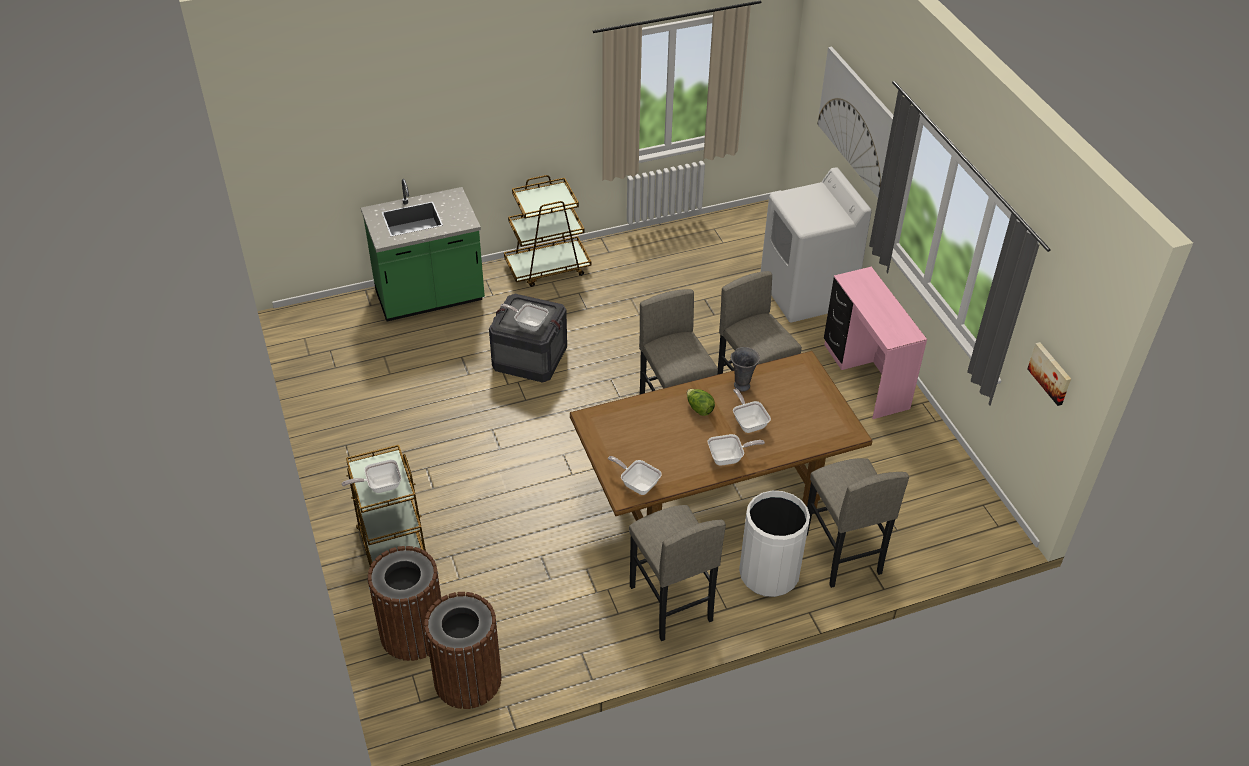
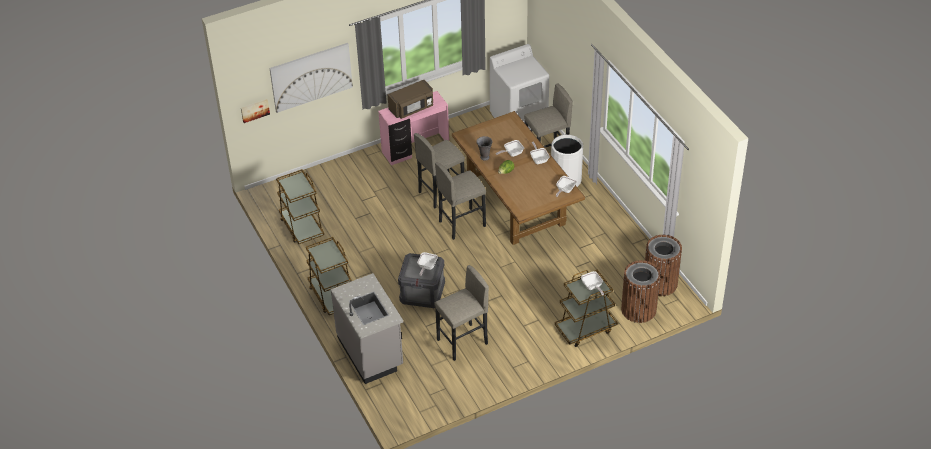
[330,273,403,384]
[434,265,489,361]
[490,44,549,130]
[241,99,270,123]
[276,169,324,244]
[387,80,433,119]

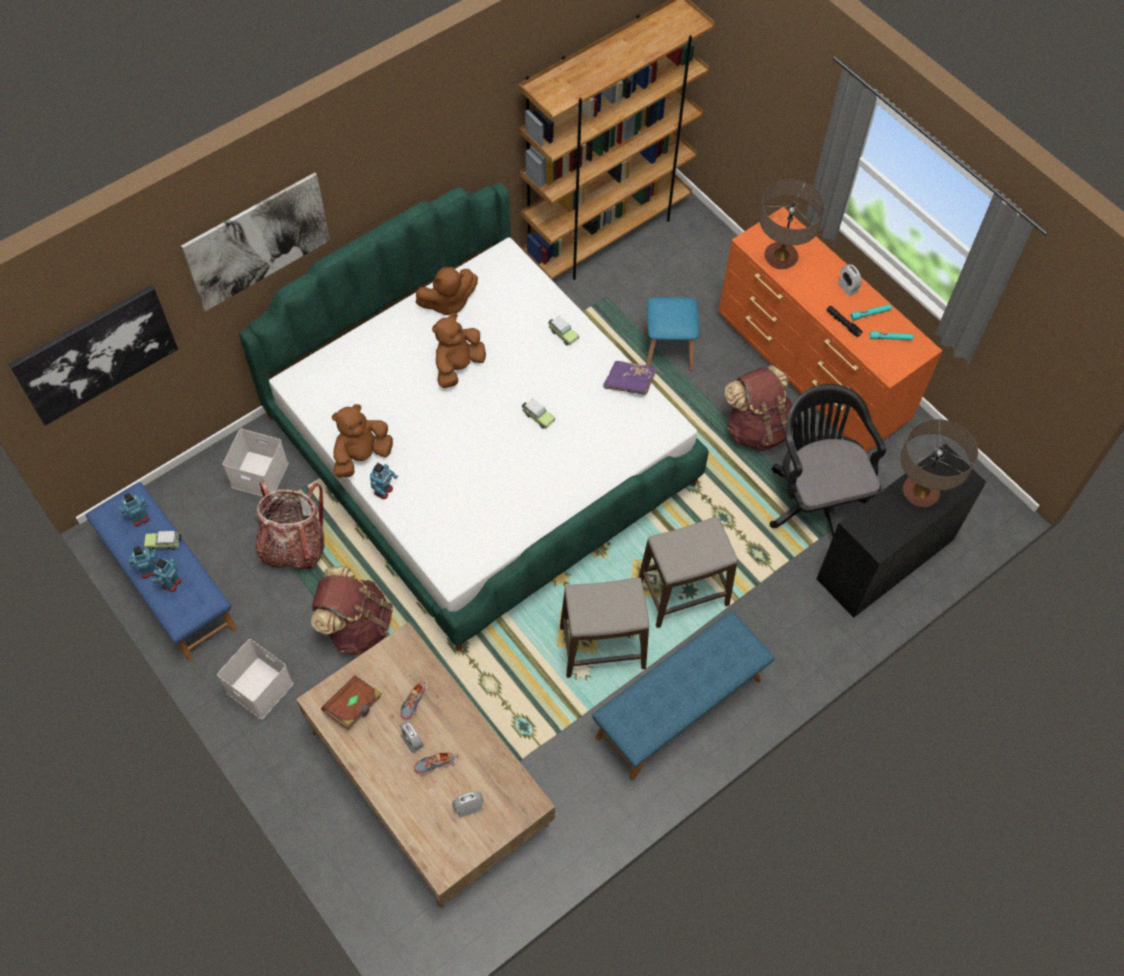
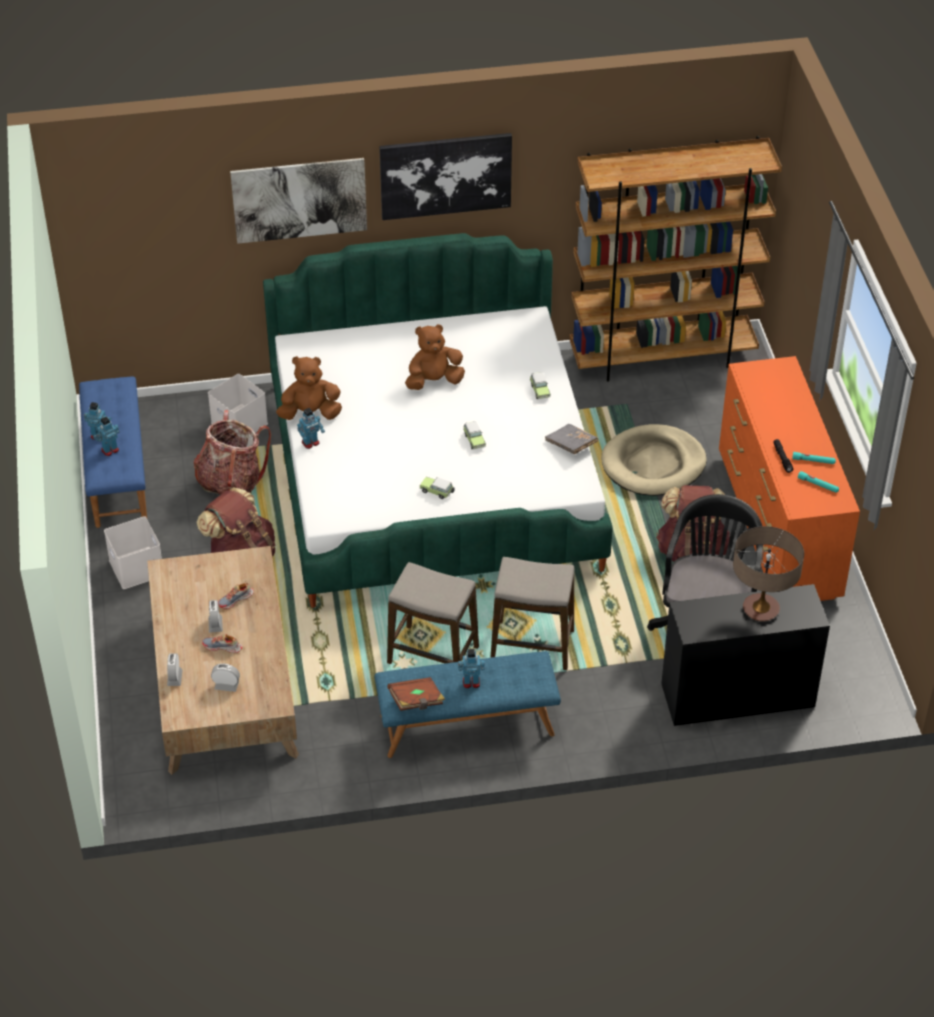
[379,133,512,220]
[458,649,485,688]
[420,477,455,499]
[387,677,445,711]
[416,267,478,316] (first image)
[545,424,598,454]
[601,424,707,496]
[759,179,825,269] (first image)
[167,653,183,686]

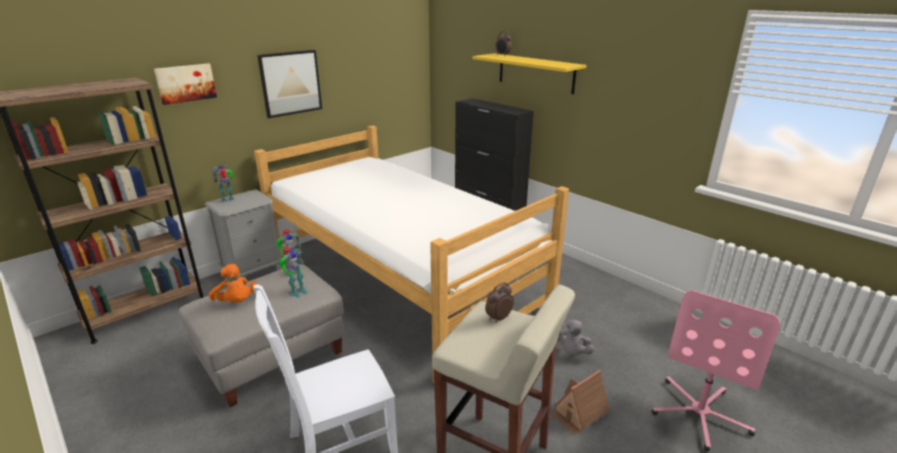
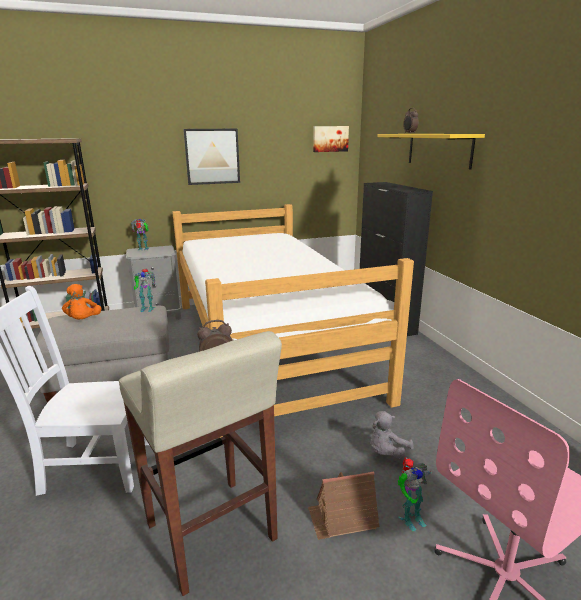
[313,126,349,152]
[398,457,432,531]

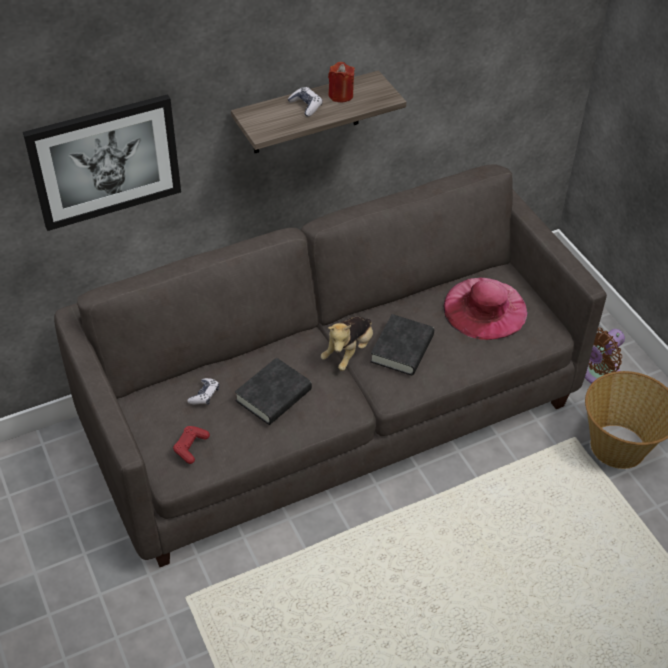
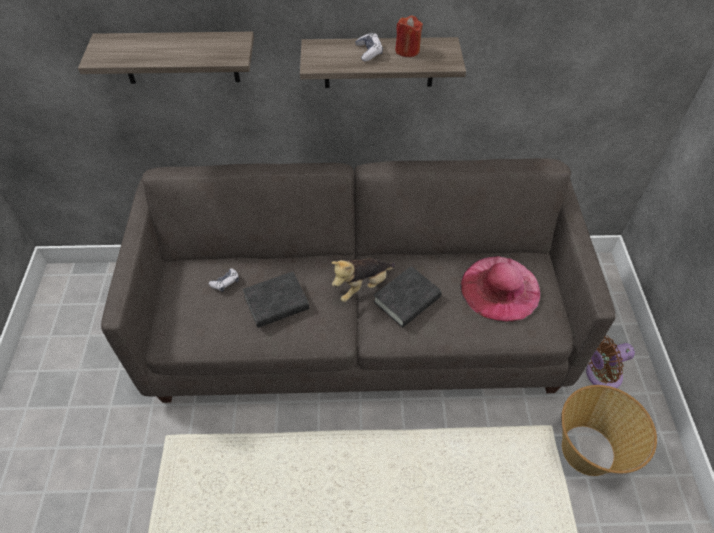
[78,32,254,84]
[173,426,210,464] (first image)

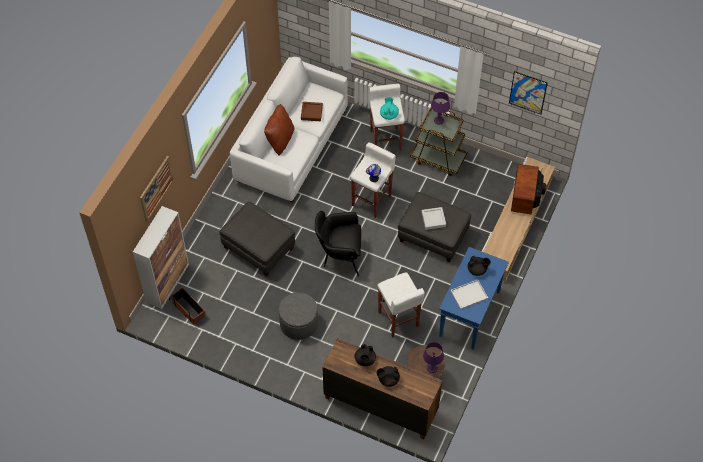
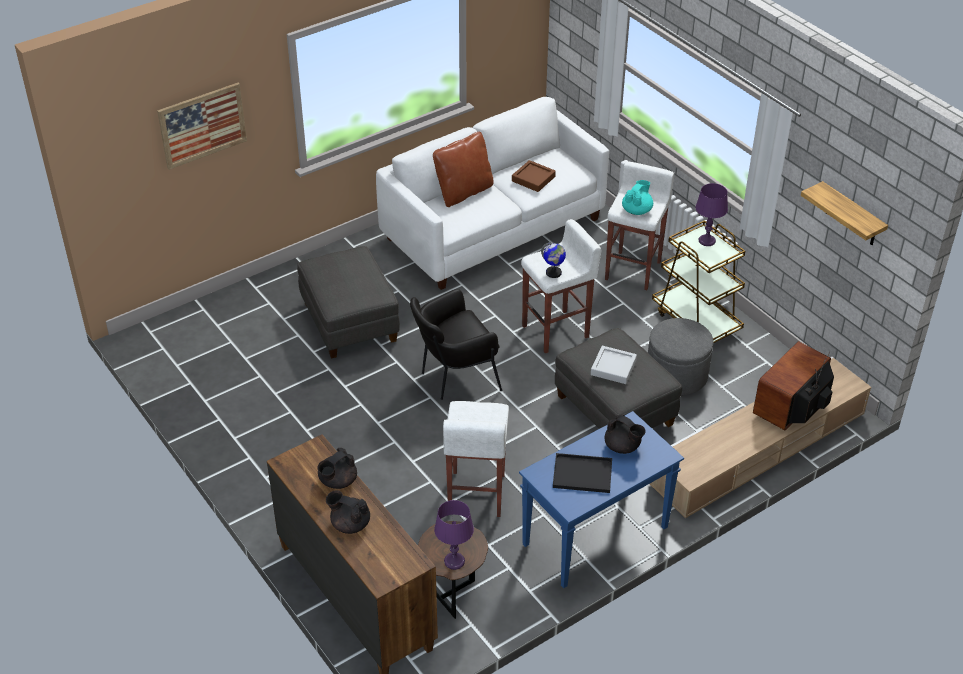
[133,206,189,309] (first image)
[169,287,205,325] (first image)
[648,318,714,395]
[410,289,502,400]
[553,453,612,493]
[801,181,888,245]

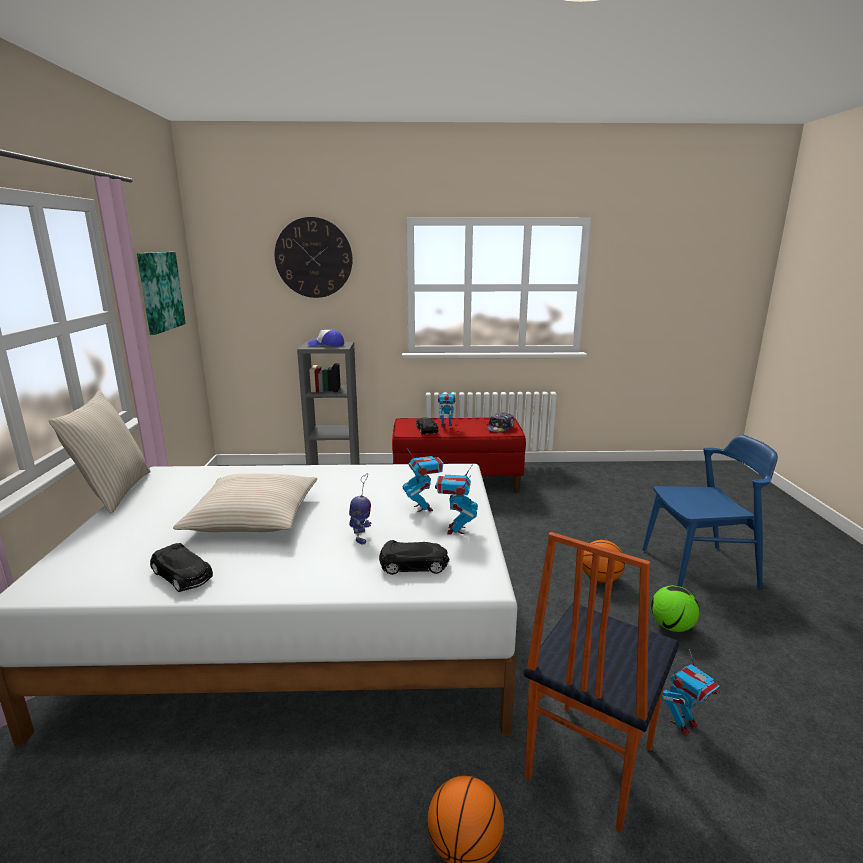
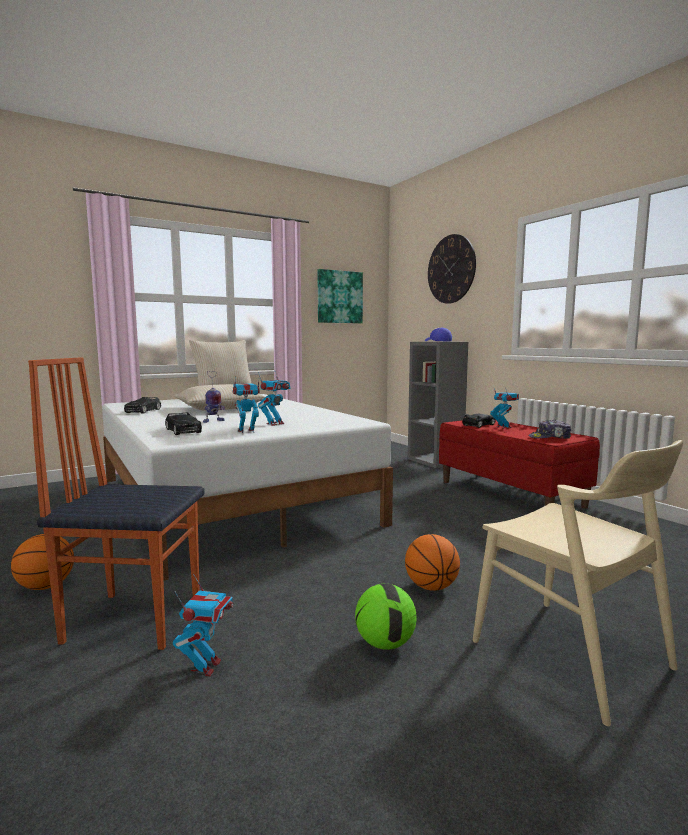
[473,440,683,726]
[173,574,234,676]

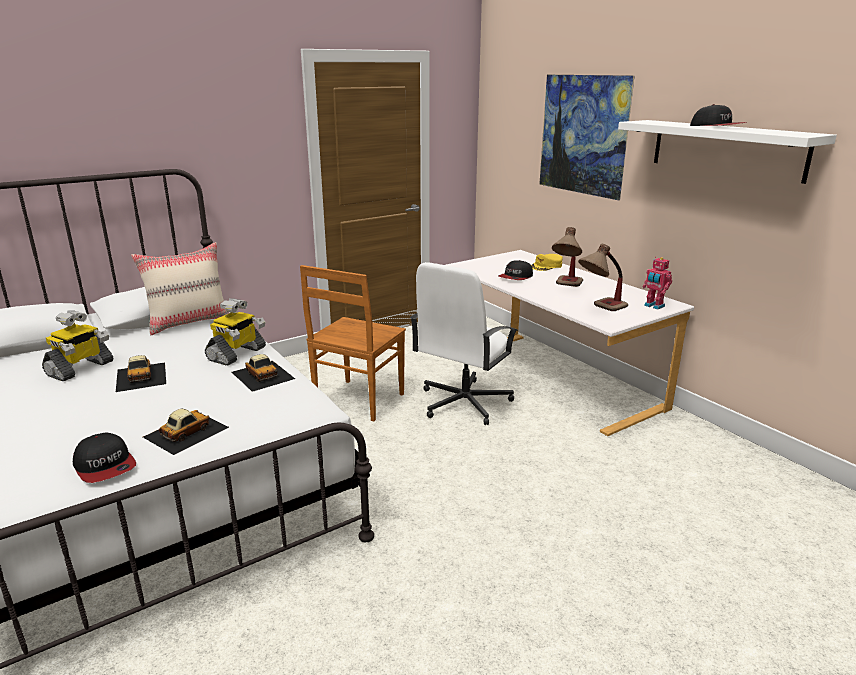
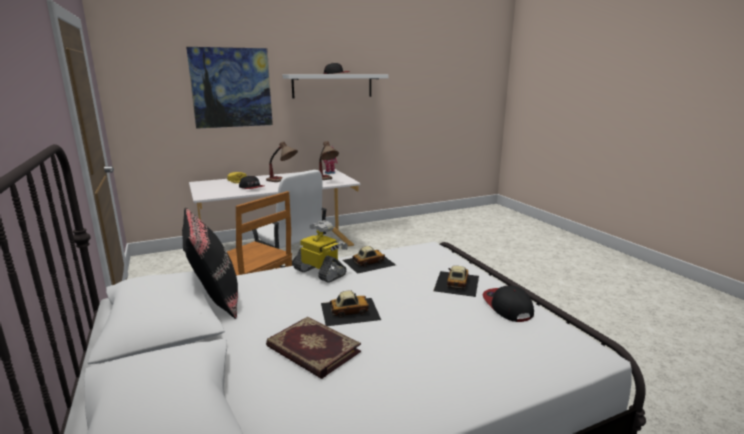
[266,317,361,379]
[483,285,534,322]
[182,208,238,319]
[433,266,479,297]

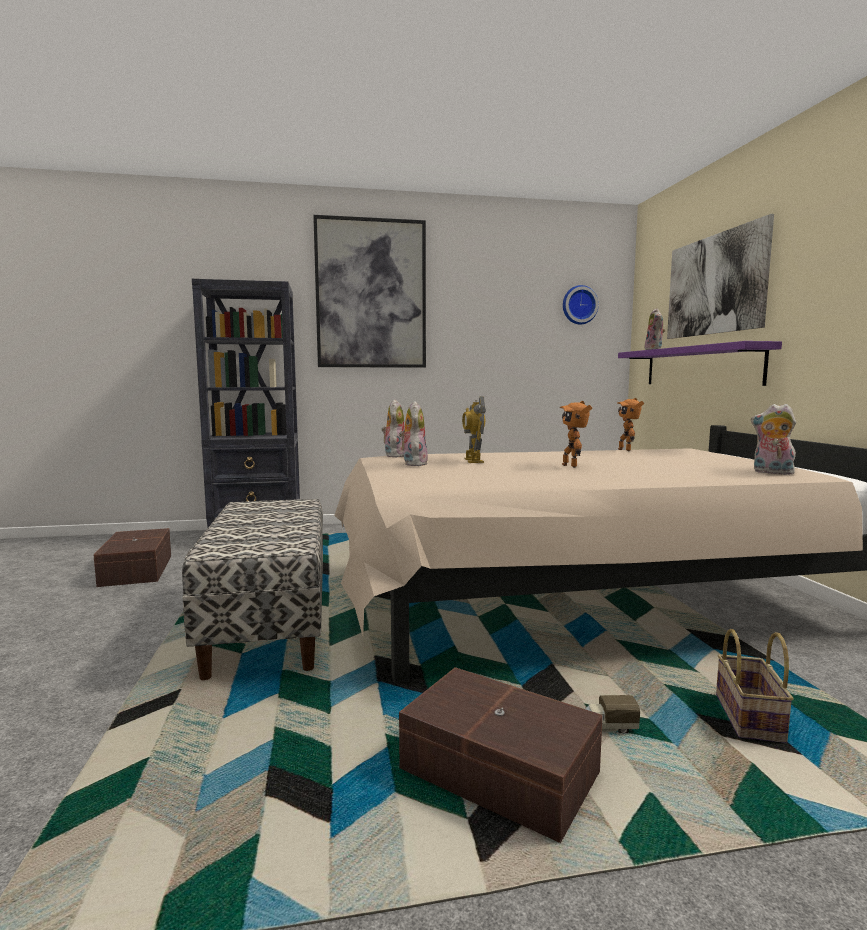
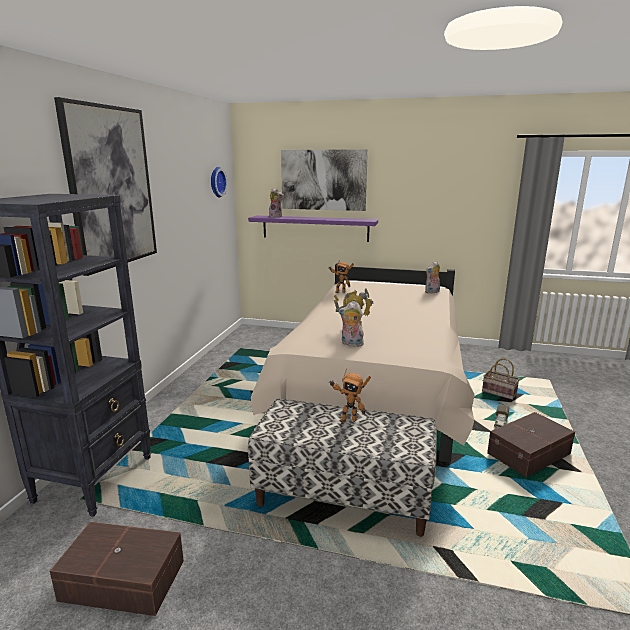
[382,399,405,457] (first image)
[329,369,371,422]

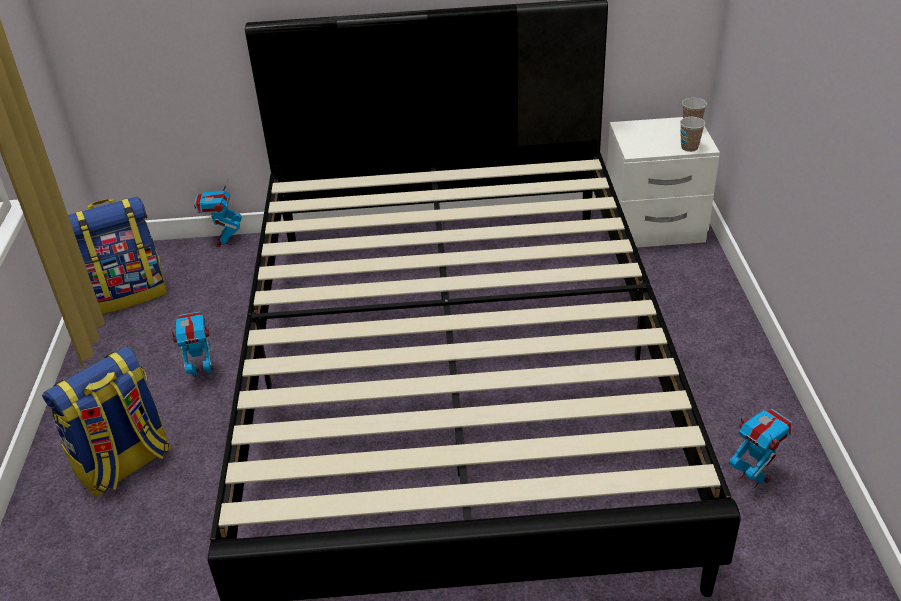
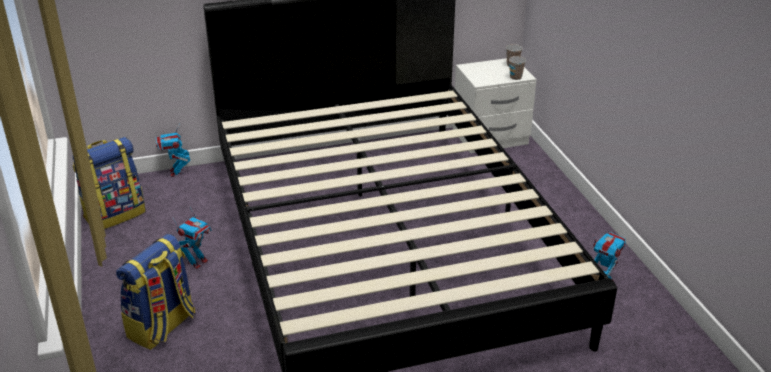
[173,207,211,269]

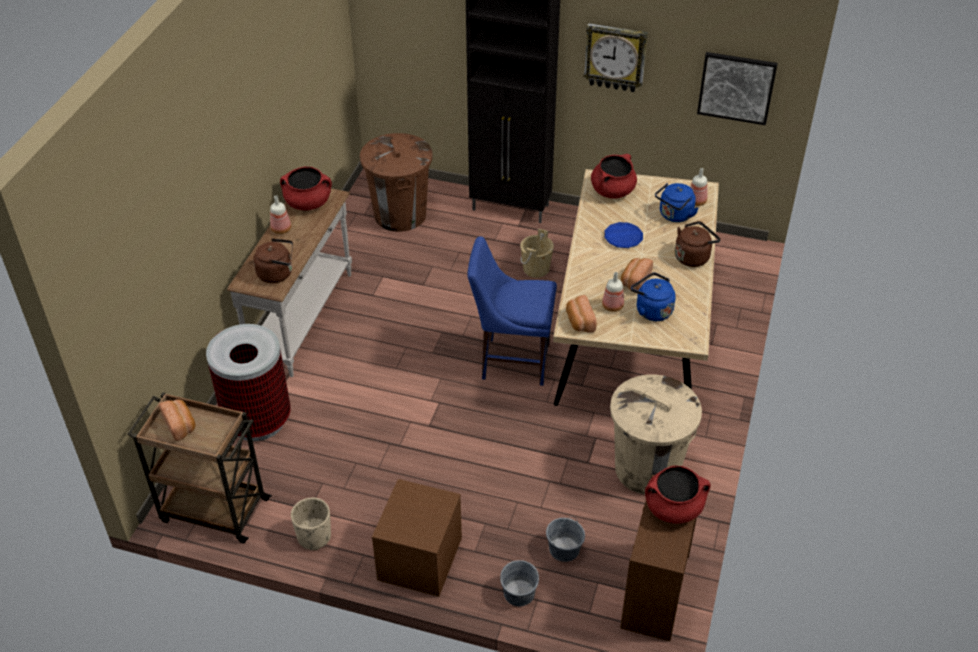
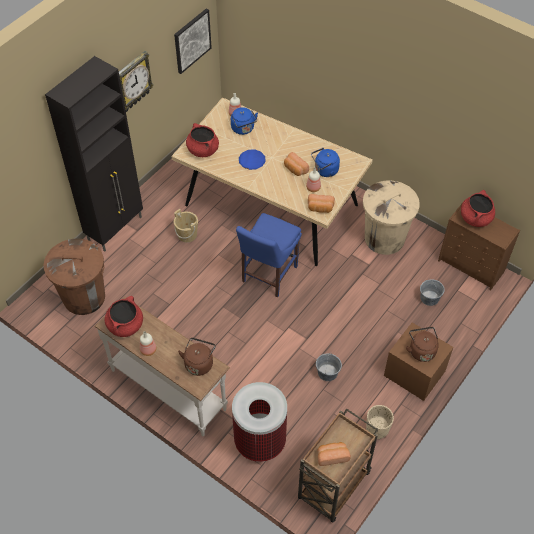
[316,352,342,381]
[406,327,439,362]

